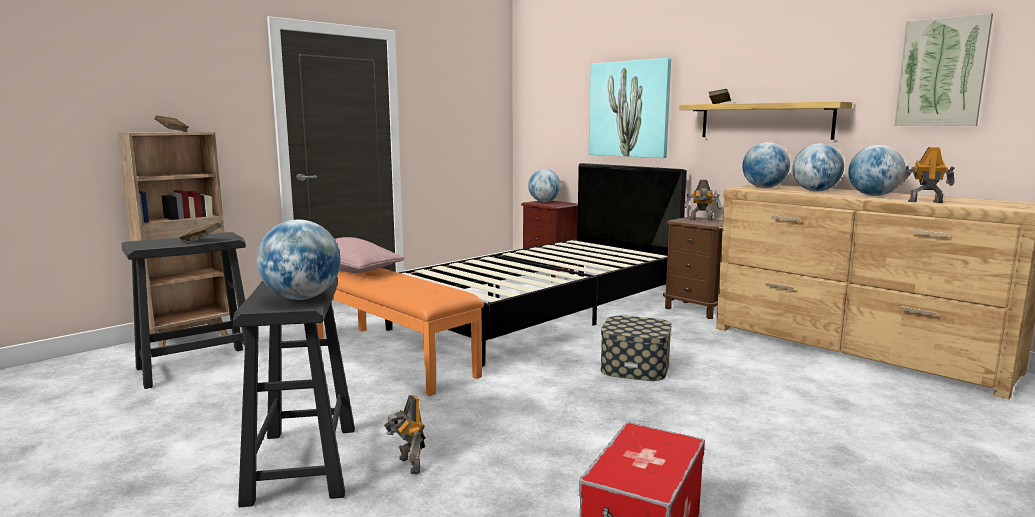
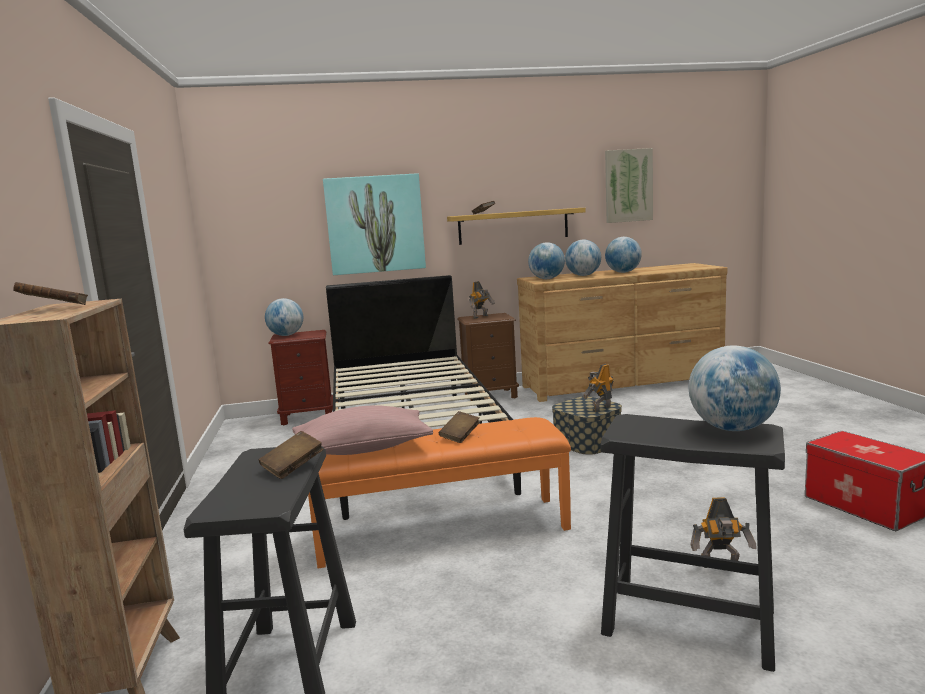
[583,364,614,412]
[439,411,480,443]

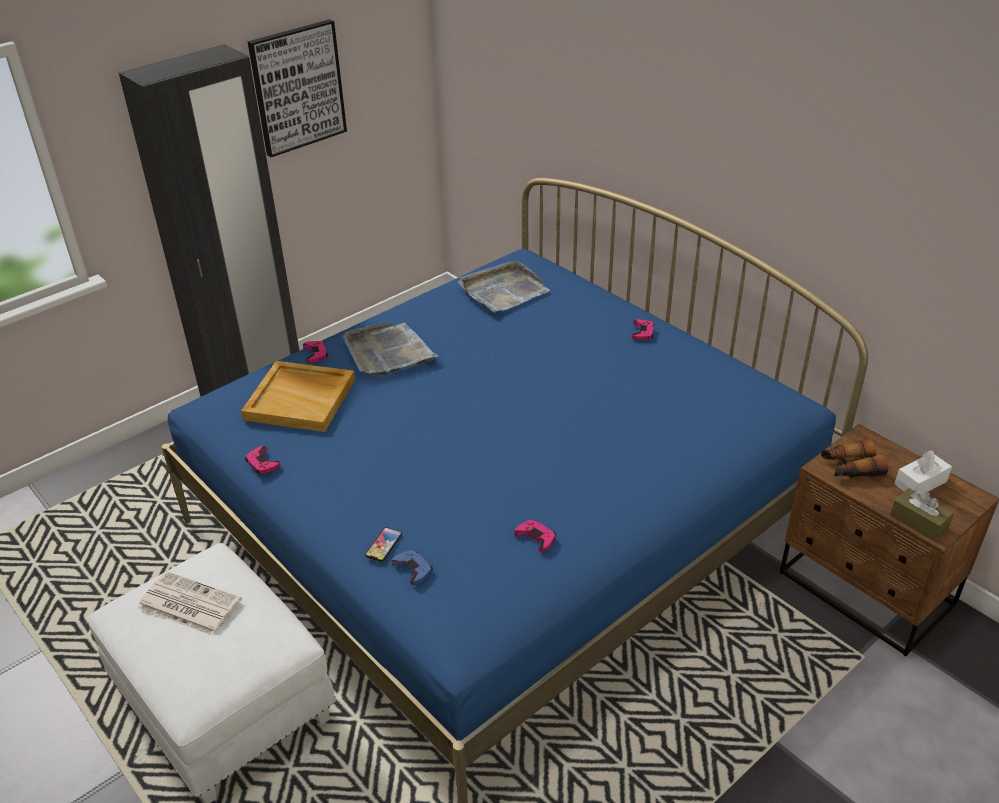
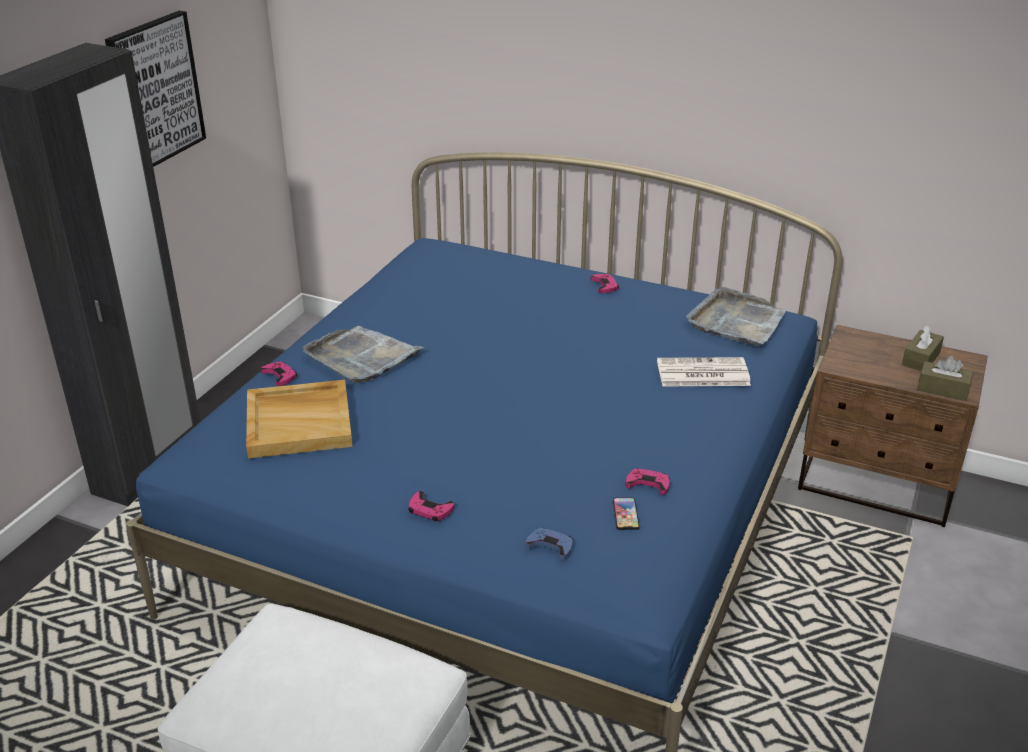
[657,357,751,386]
[408,491,454,521]
[613,497,640,530]
[686,287,786,346]
[821,438,888,478] (first image)
[902,325,944,371]

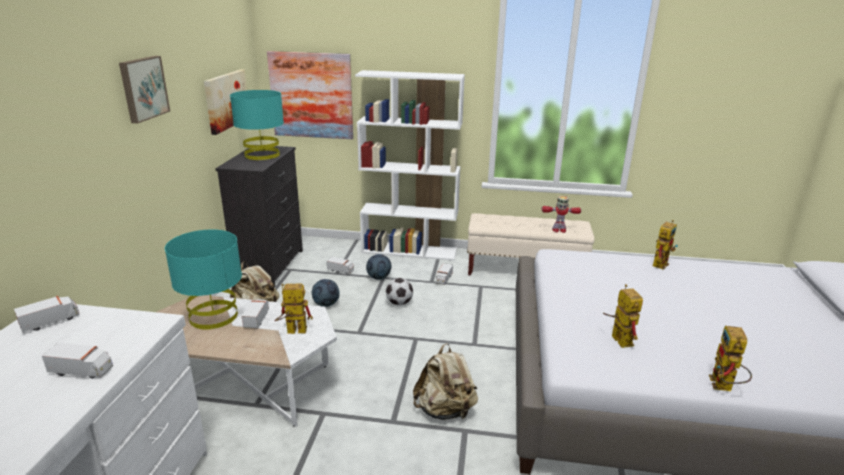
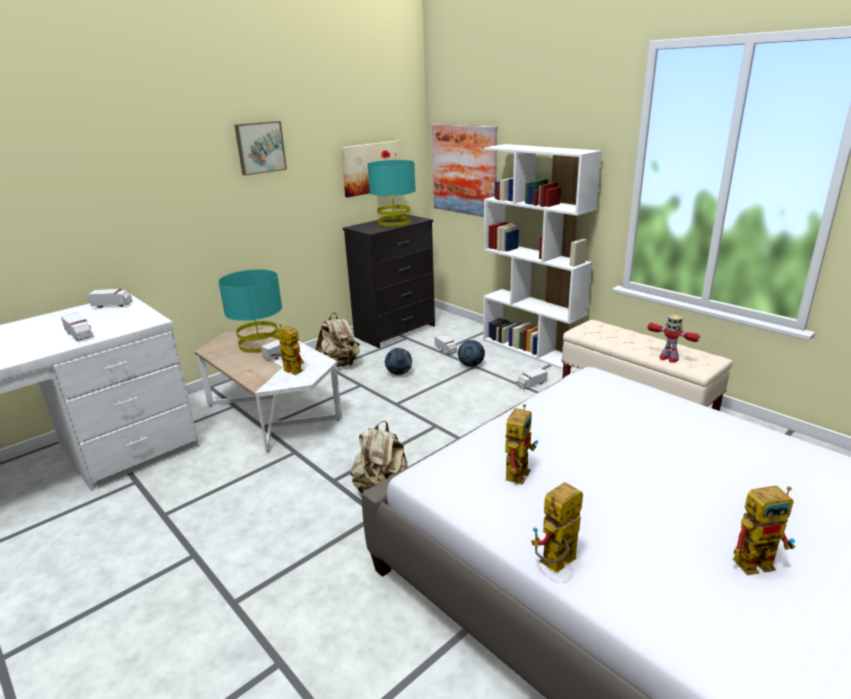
[386,278,413,306] (first image)
[733,485,795,575]

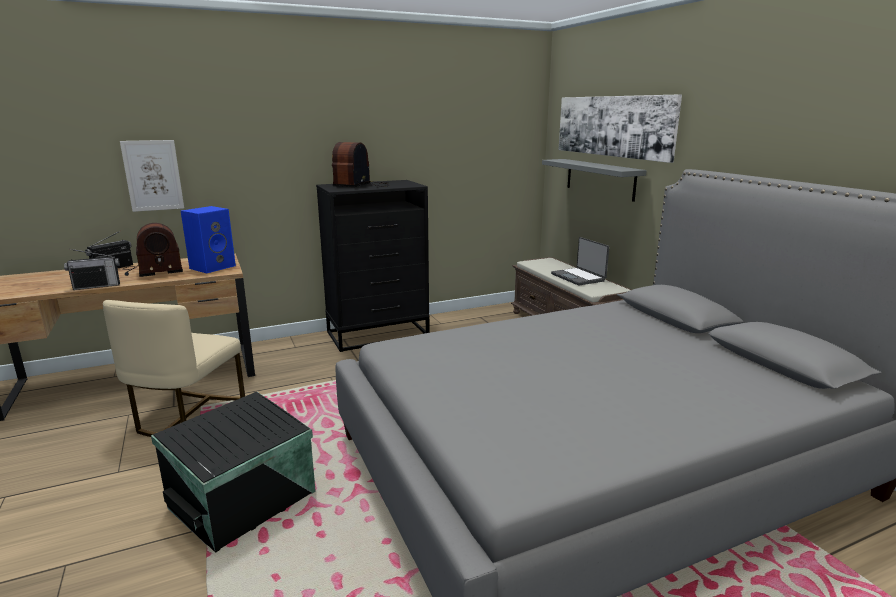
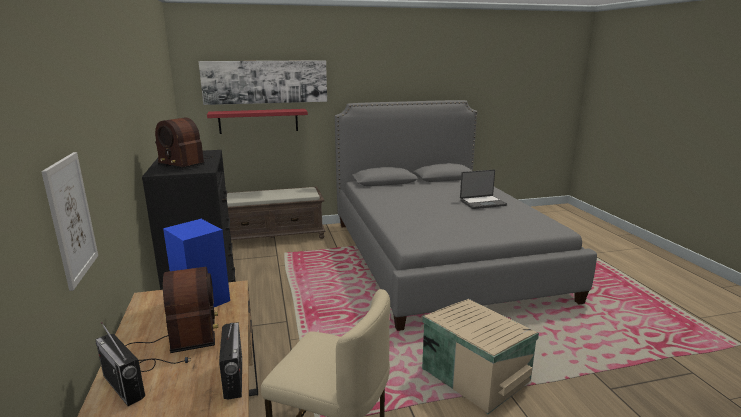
[422,299,539,414]
[207,109,308,134]
[460,170,507,209]

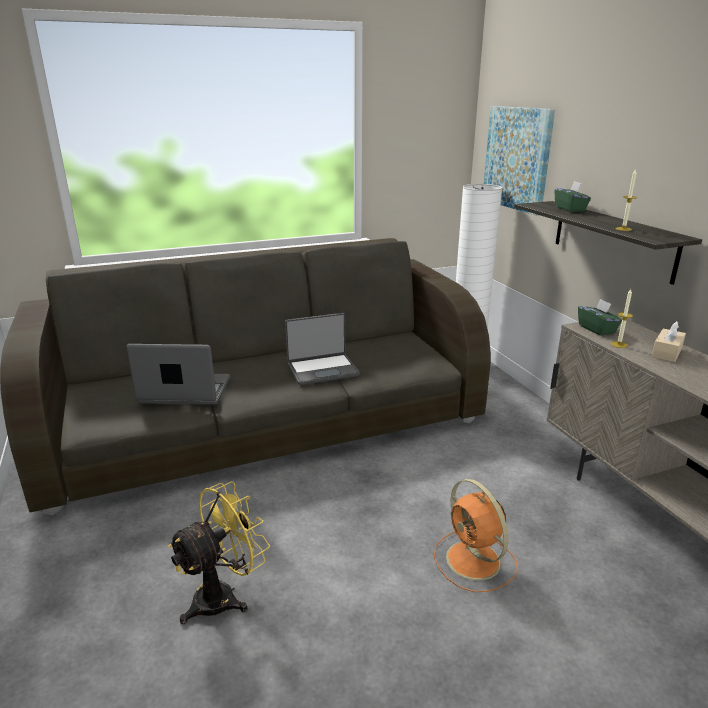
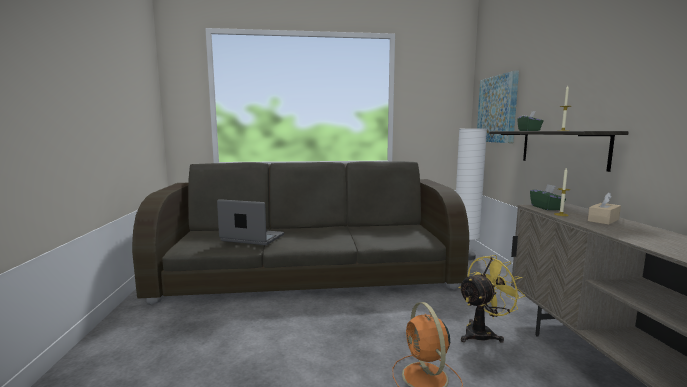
[458,255,525,343]
[285,313,360,385] (first image)

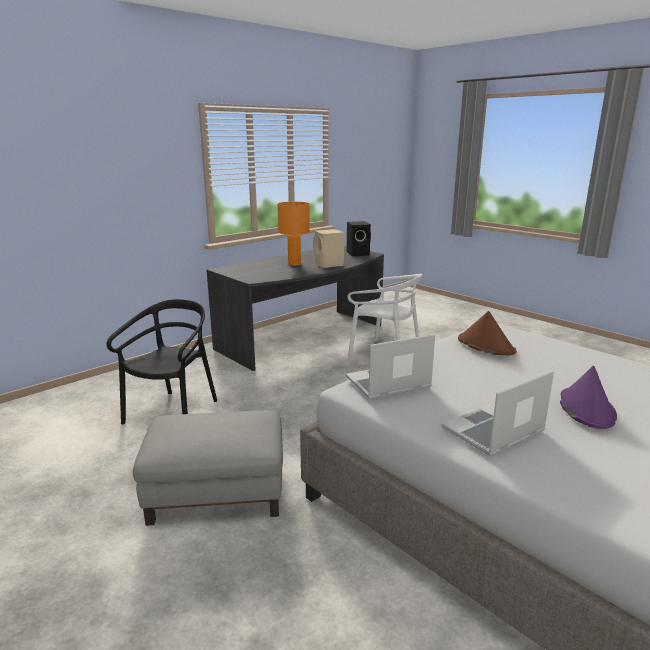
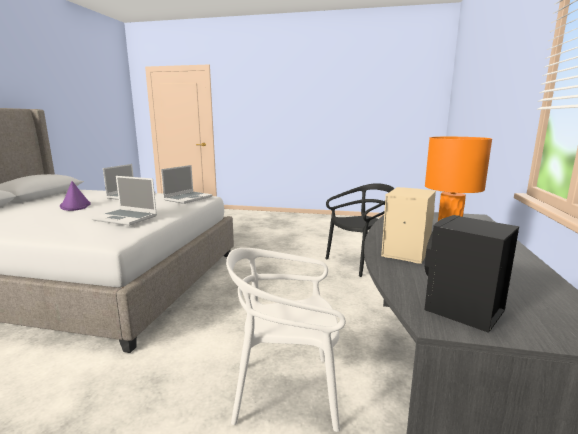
[325,183,394,277]
[133,410,283,526] (first image)
[91,176,157,226]

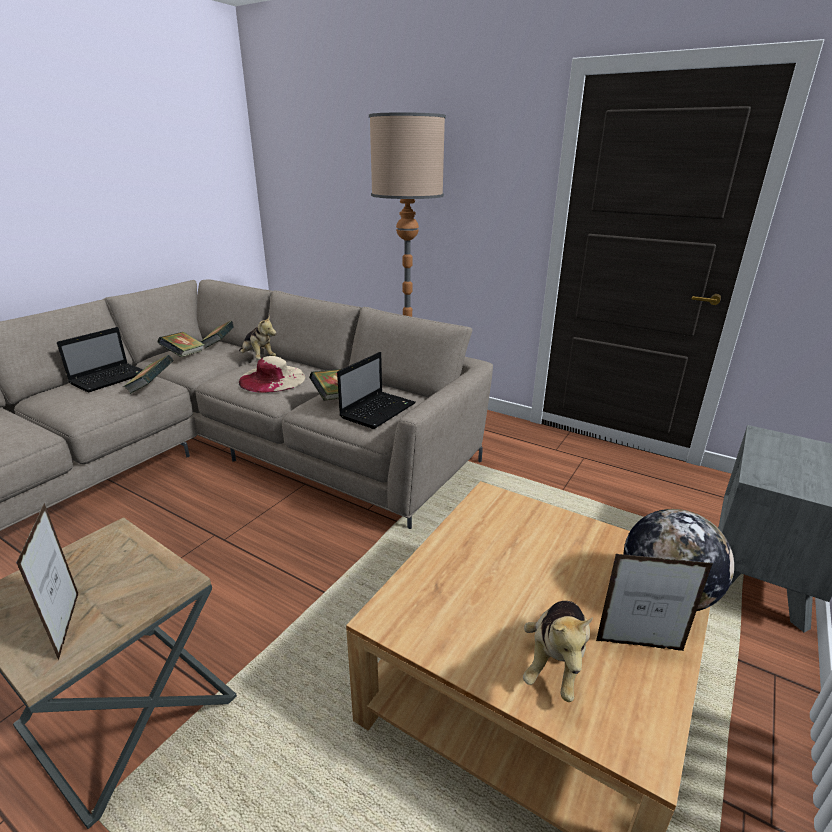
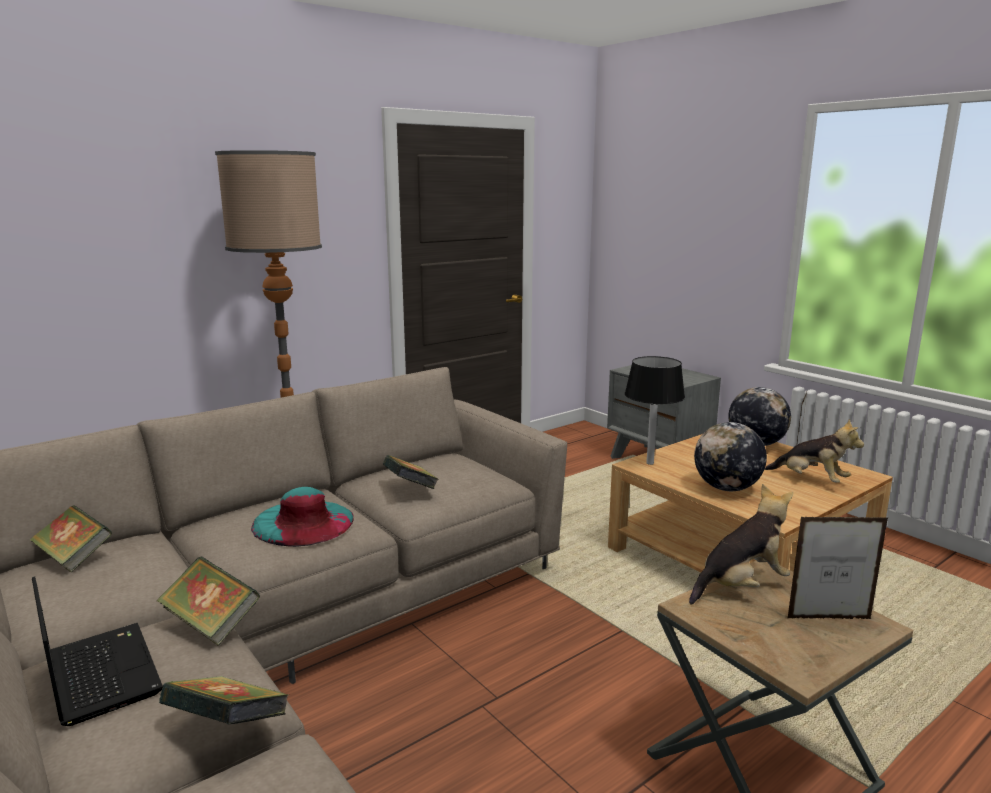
[159,676,289,725]
[689,484,793,605]
[251,487,354,547]
[337,352,416,429] (first image)
[625,356,685,465]
[694,422,767,491]

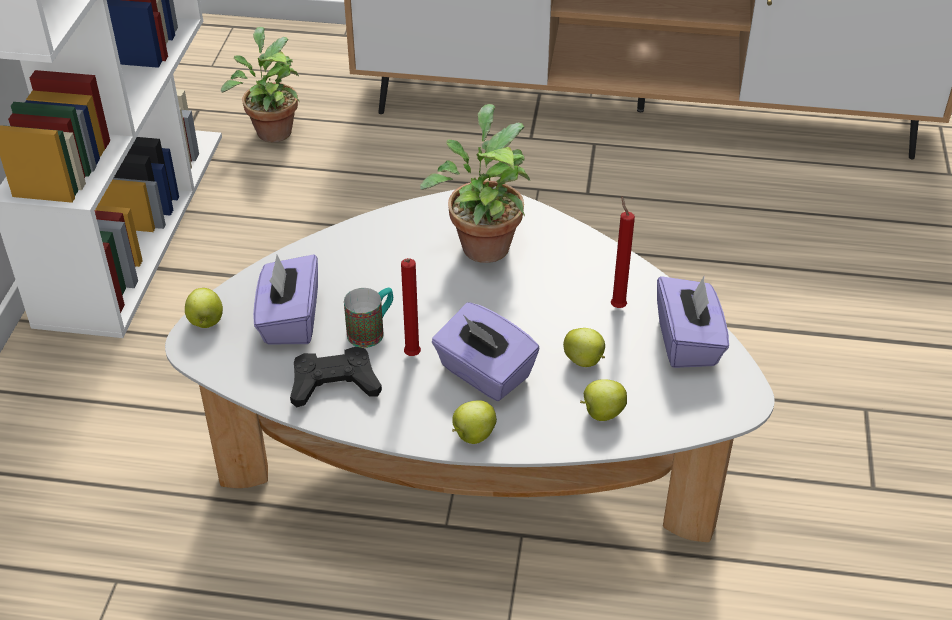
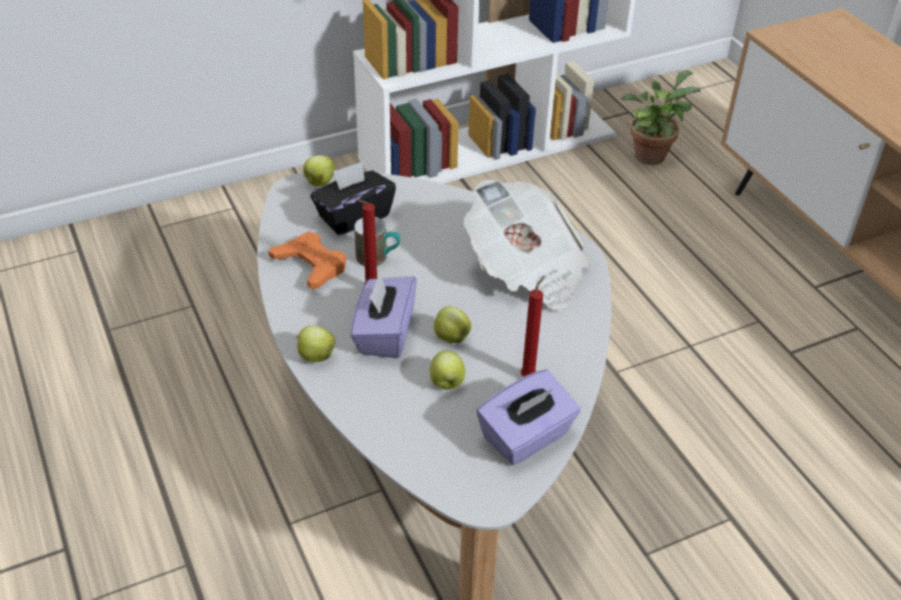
[310,161,396,235]
[268,231,346,289]
[464,179,591,311]
[434,306,471,343]

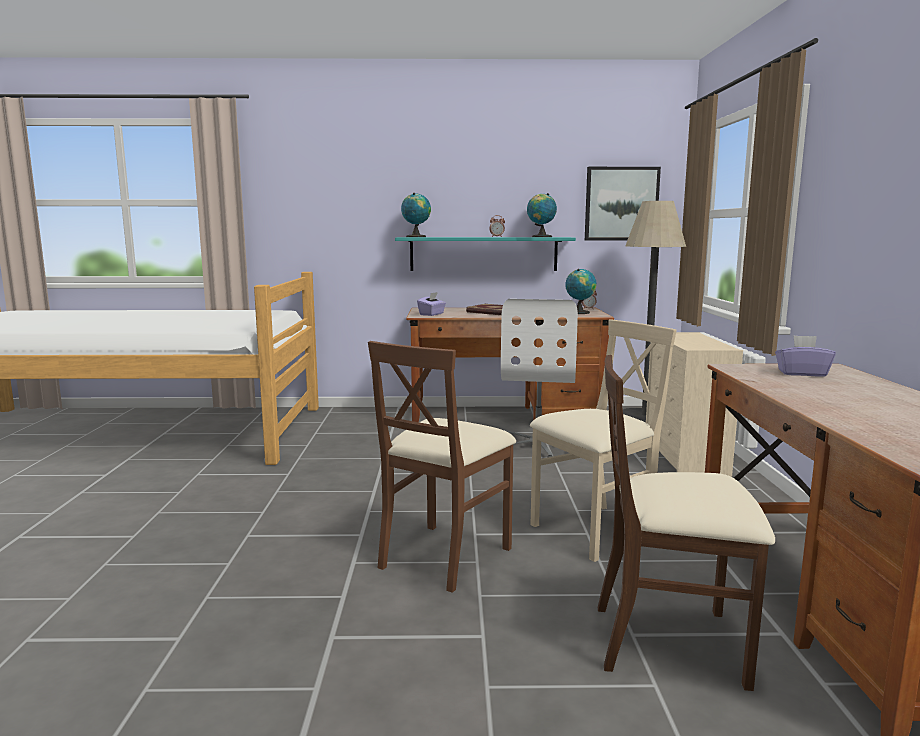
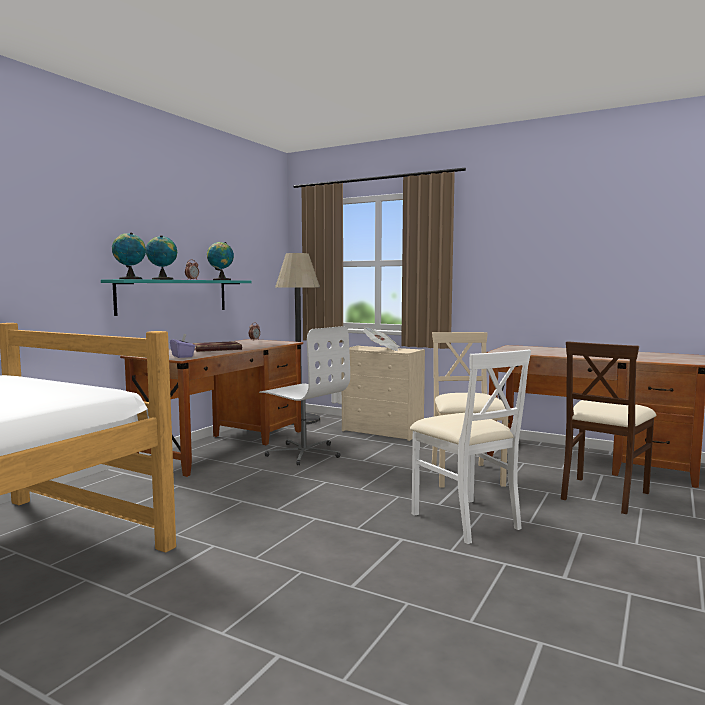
[410,349,531,544]
[146,235,177,280]
[585,167,661,241] (first image)
[775,335,836,377] (first image)
[363,327,400,351]

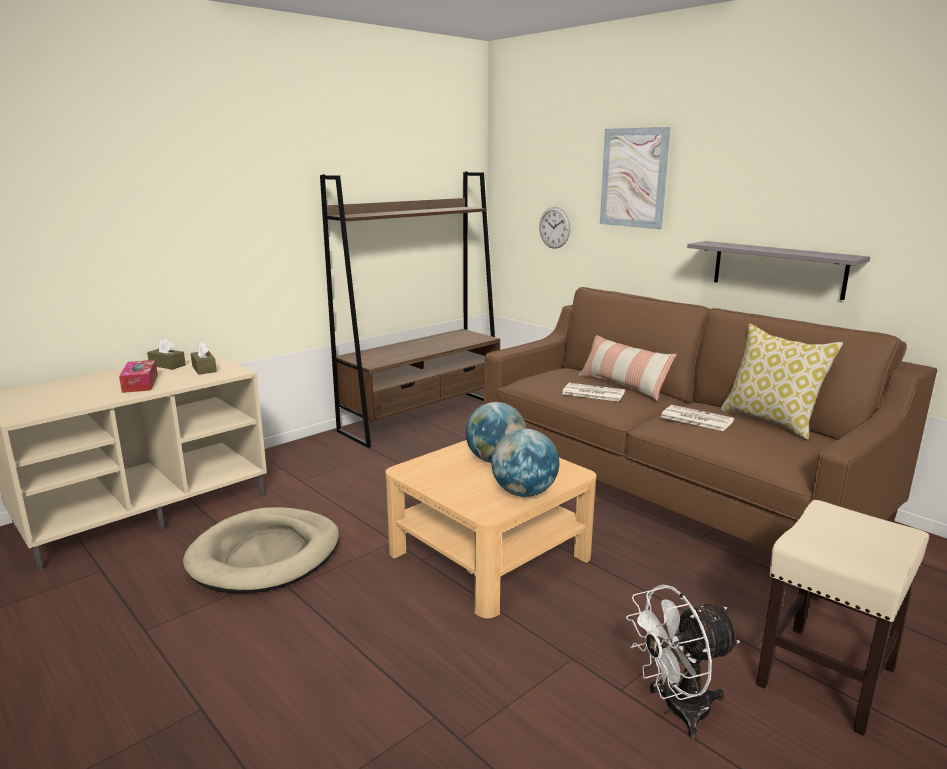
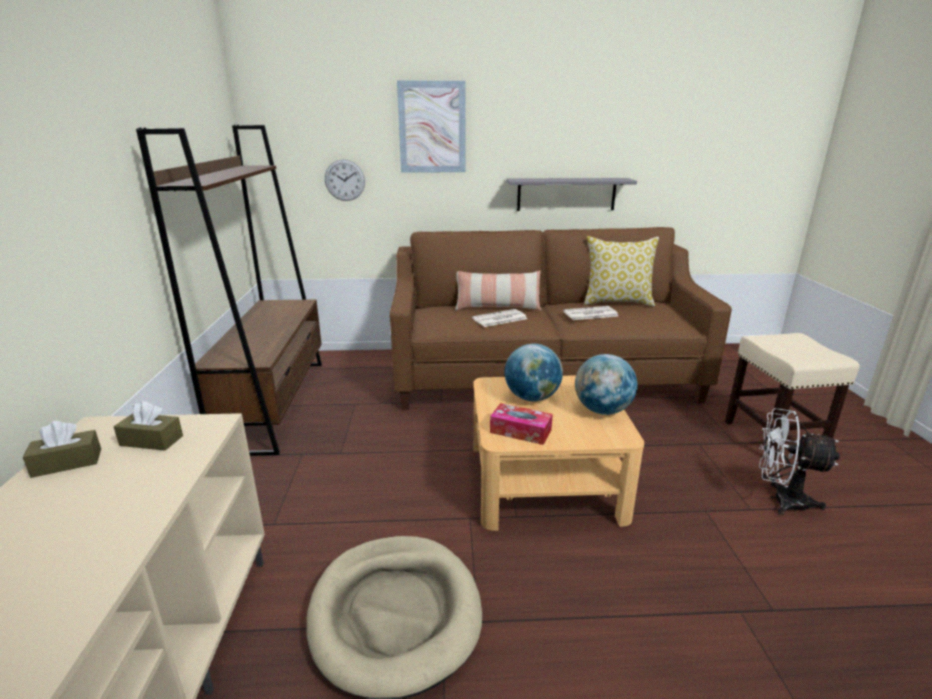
[490,403,553,445]
[759,408,840,515]

